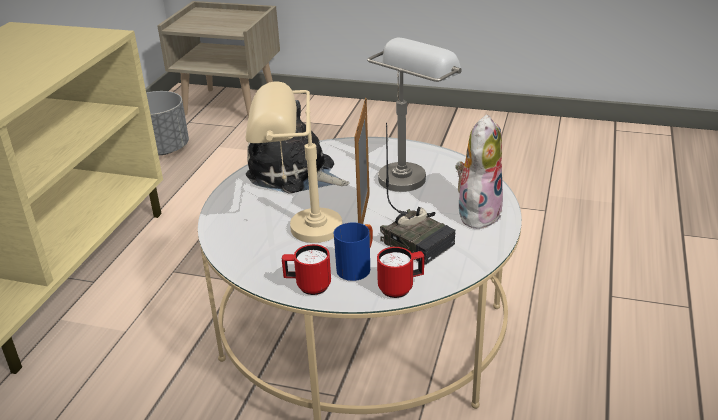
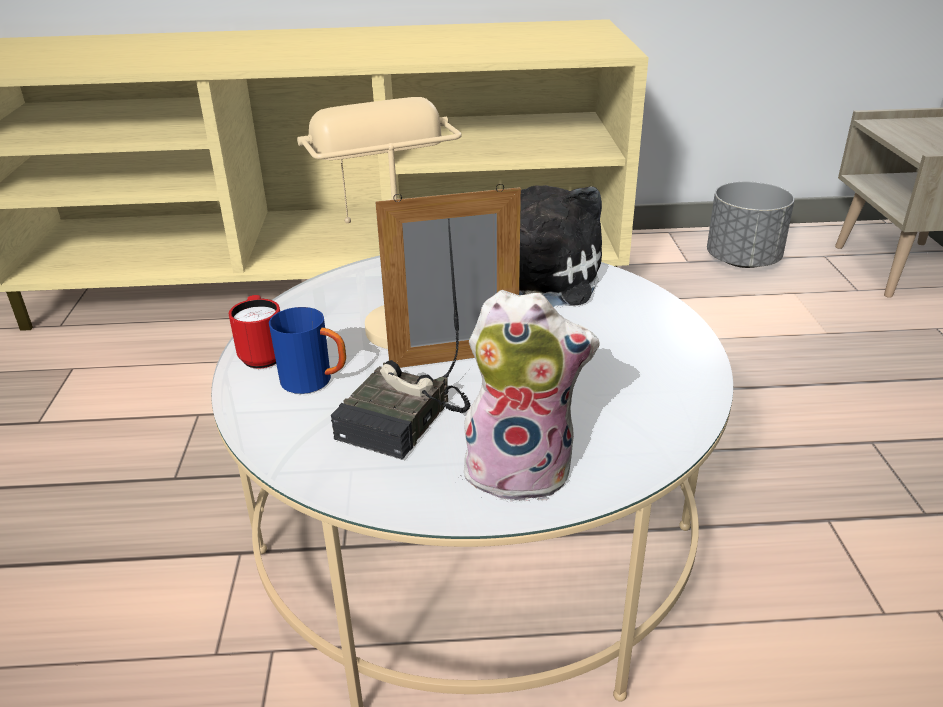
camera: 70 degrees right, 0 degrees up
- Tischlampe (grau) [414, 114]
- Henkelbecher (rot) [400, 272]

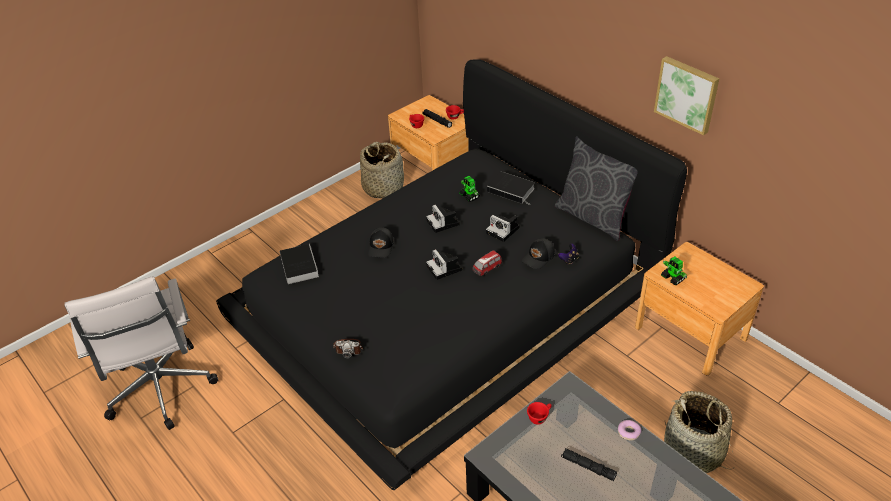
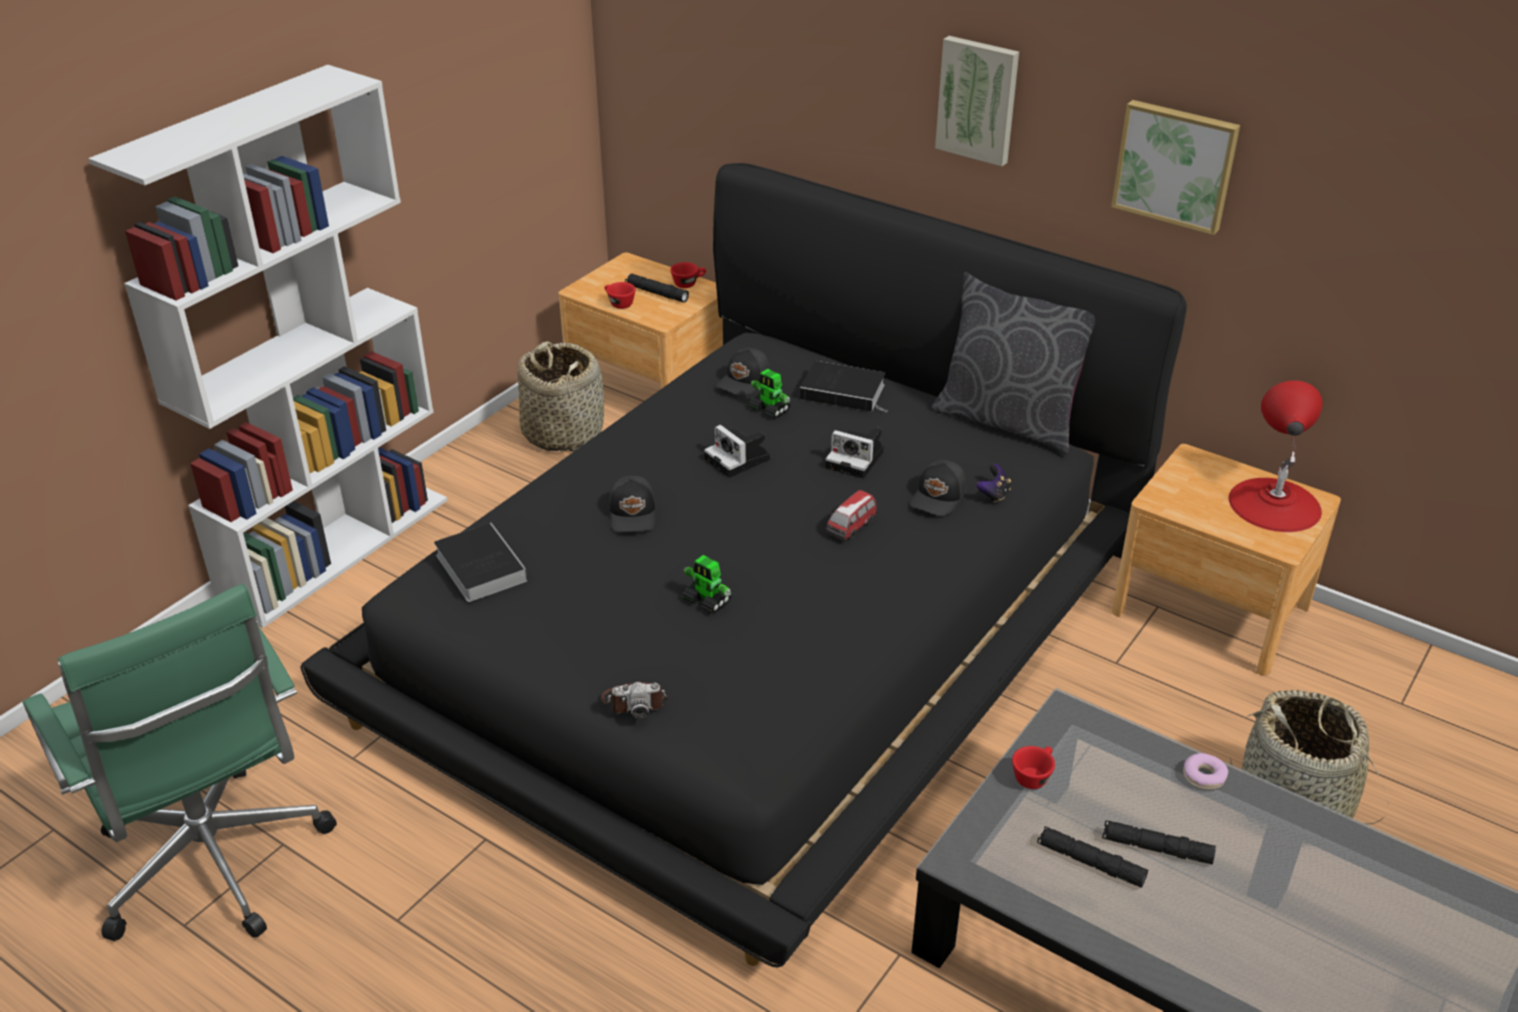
camera: 15 degrees left, 5 degrees down
~ Bürostuhl (weiß) [141, 353] to Bürostuhl (grün) [180, 762]
- Kamera [444, 264]
~ Spielzeugroboter [674, 270] to [707, 584]
+ Bücherregal (weiß) [267, 346]
+ Kappe (schwarz) [743, 372]
+ Bild [977, 101]
+ Taschenlampe (schwarz) [1092, 857]
+ Tischlampe (rot) [1275, 456]

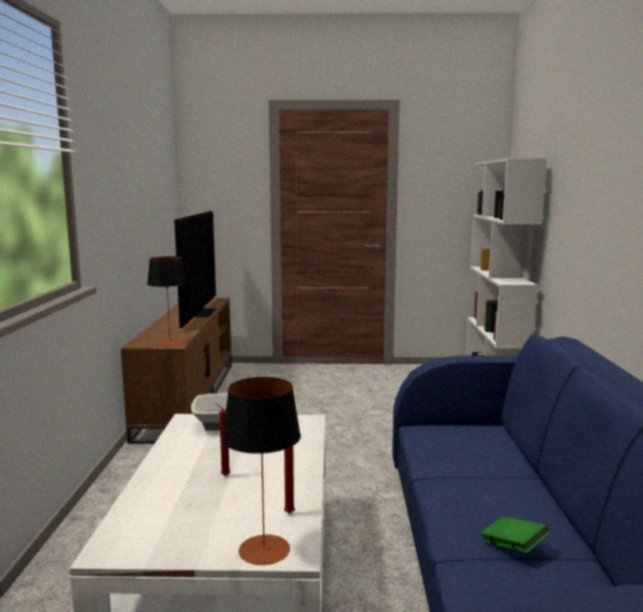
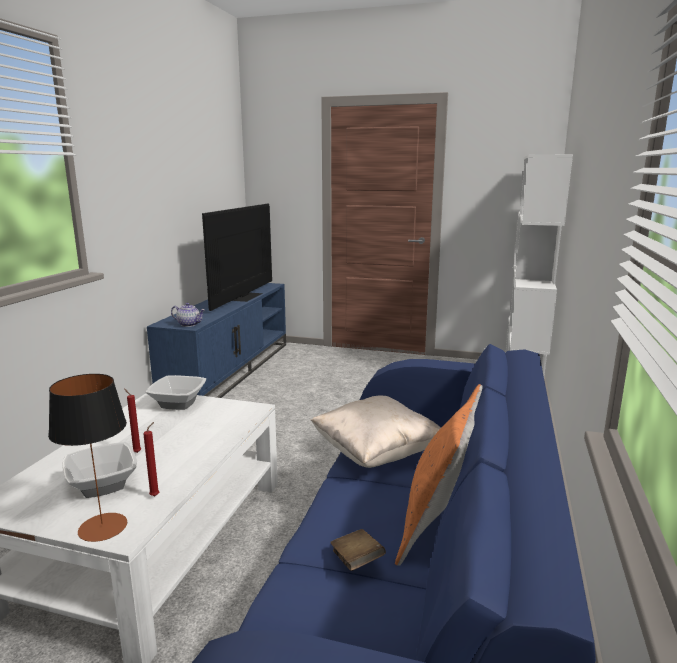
camera: 15 degrees right, 5 degrees up
~ Fernsehschrank (braun) [176, 371] to Fernsehschrank (blau) [216, 340]
~ Tischlampe [167, 301] to Teekanne [188, 315]
~ Buch (grün) [515, 535] to Buch (braun) [358, 550]
+ Schüssel [99, 470]
+ Kissen (beige) [376, 431]
+ Kissen (orange) [438, 475]

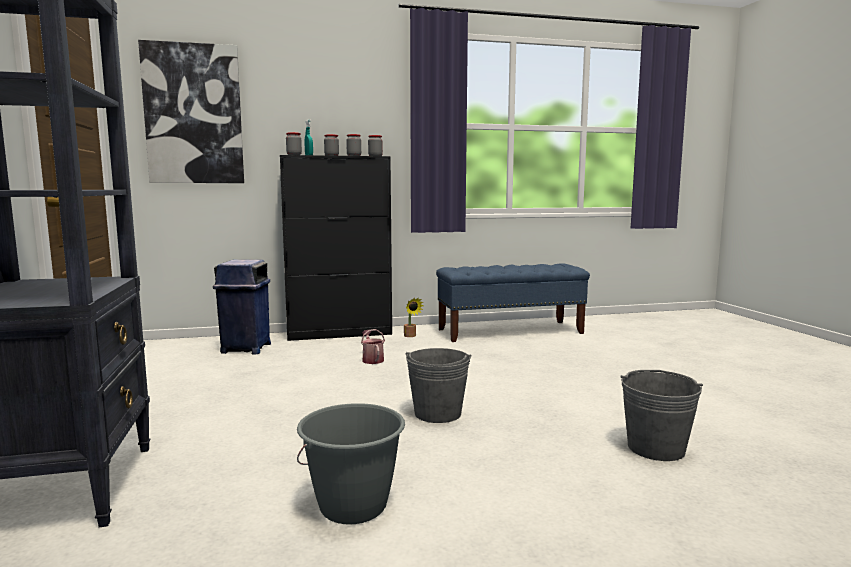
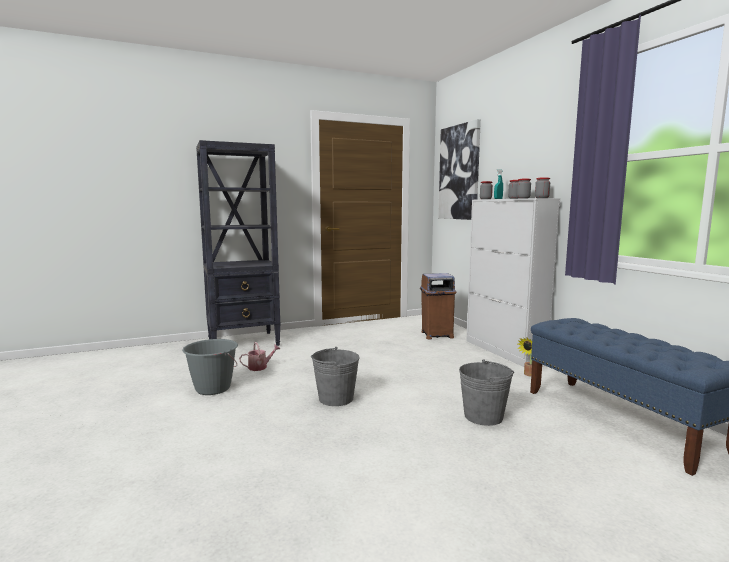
camera: 80 degrees right, 0 degrees up
~ Mülleimer (blau) [242, 307] to Mülleimer (braun) [438, 306]
~ Schrank (schwarz) [336, 248] to Schrank (weiß) [513, 282]
~ Gießkanne [373, 346] to [259, 356]
~ Eimer (grau) [661, 415] to [486, 392]

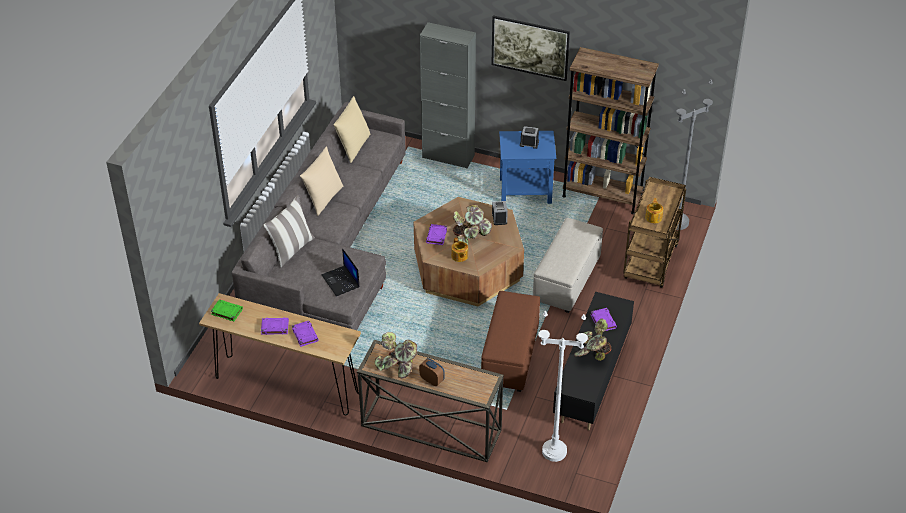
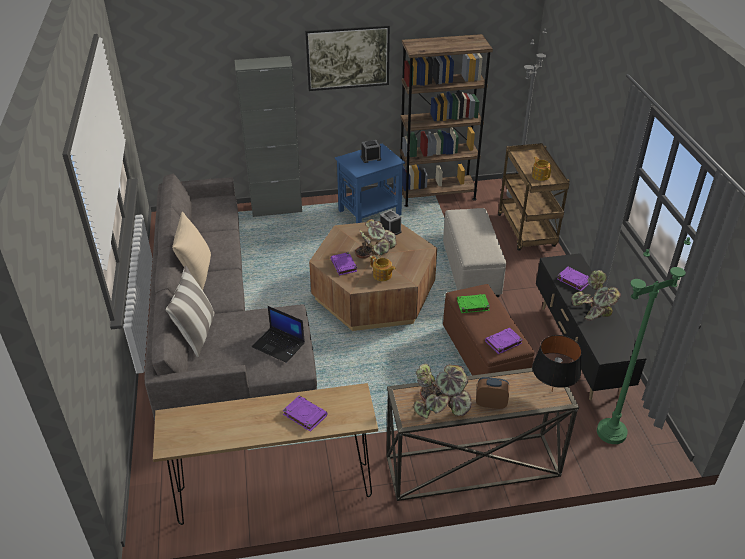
camera: 30 degrees left, 5 degrees down
~ Buch (grün) [227, 310] to [473, 303]
~ Buch (lila) [275, 326] to [504, 341]
- Kissen (beige) [351, 129]
~ Stehlampe (weiß) [563, 386] to Stehlampe (grün) [644, 340]
+ Tischlampe (schwarz) [557, 363]

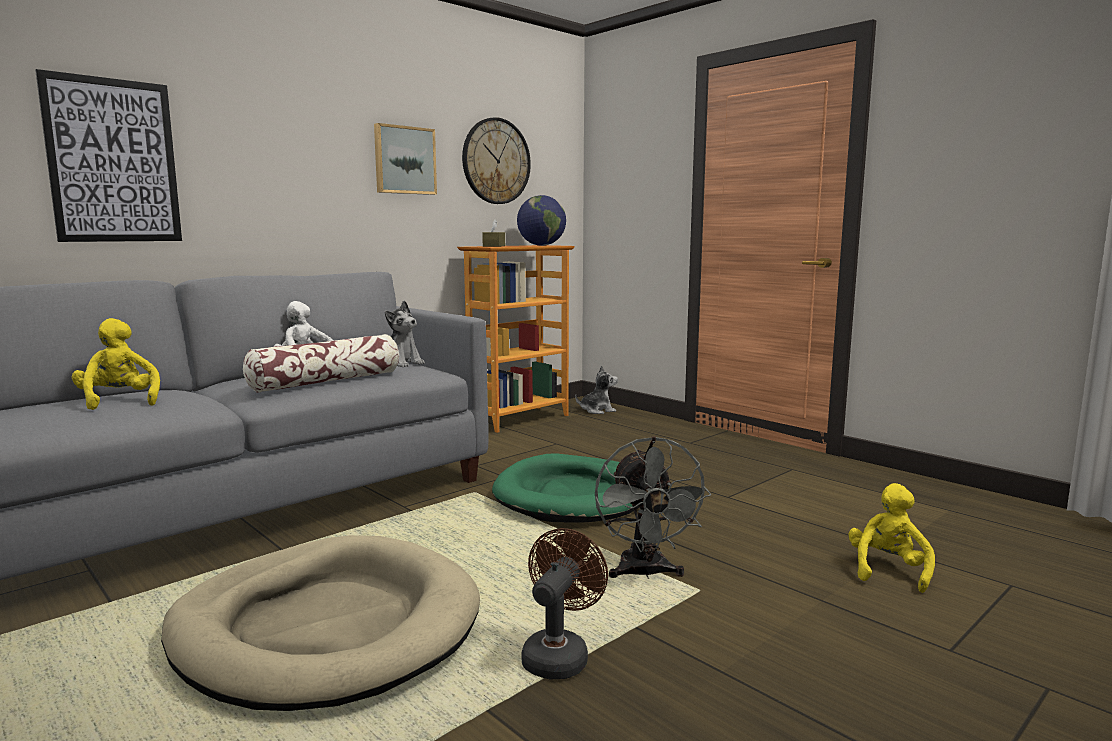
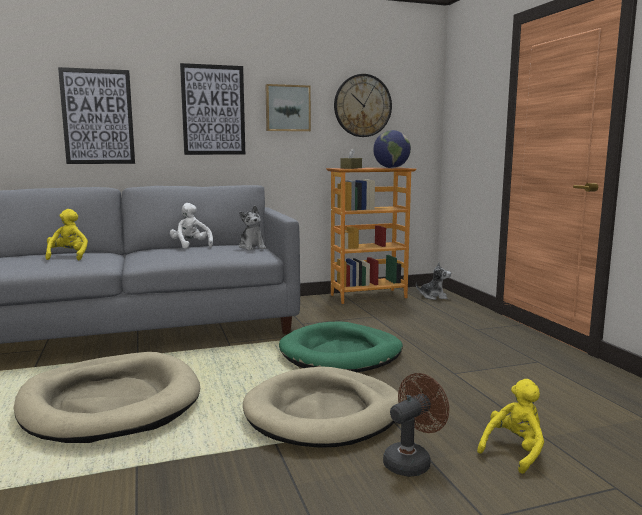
camera: 25 degrees right, 0 degrees up
- Kissen [321, 363]
~ Ventilator (braun) [565, 603] to [416, 425]
~ Ventilator (grau) [653, 507] to Hundebett (beige) [322, 407]
+ Bild [212, 109]

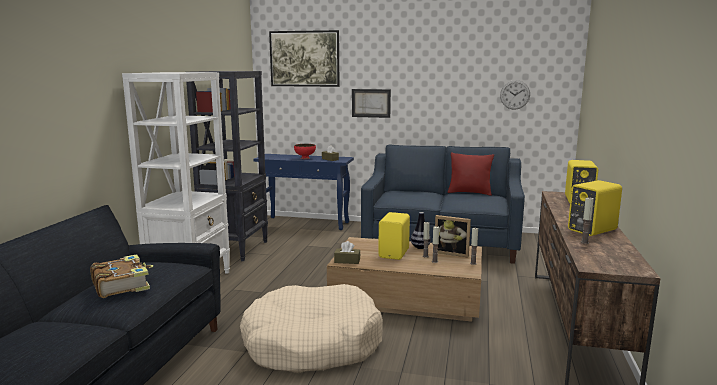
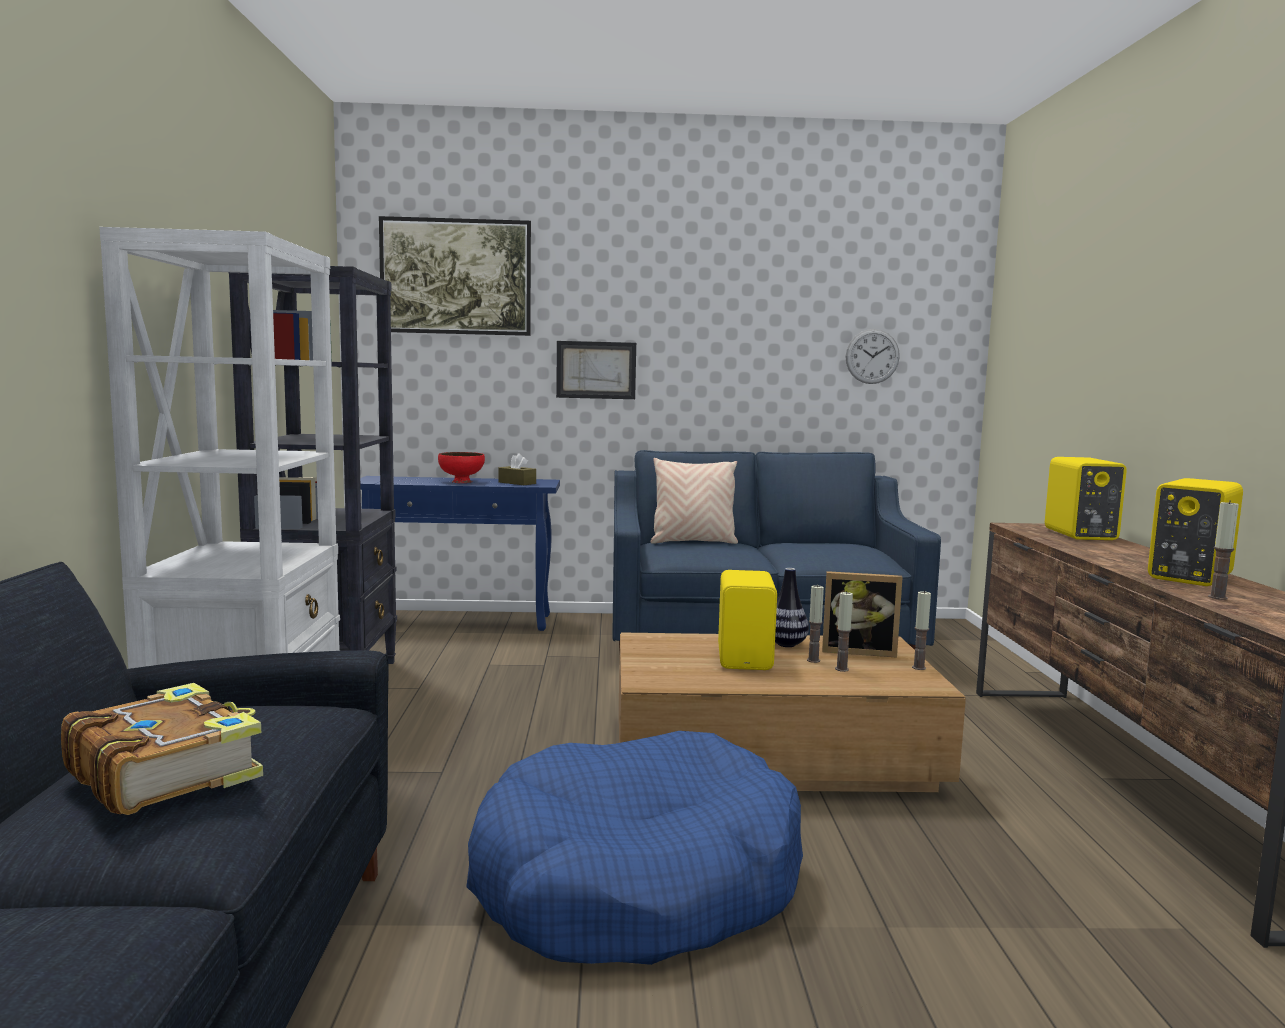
camera: 15 degrees left, 5 degrees down
~ Hundebett (beige) [311, 328] to Hundebett (blau) [634, 848]
- Taschentuchbox (braun) [347, 252]
- Kissen (rot) [471, 174]
+ Kissen (beige) [694, 501]

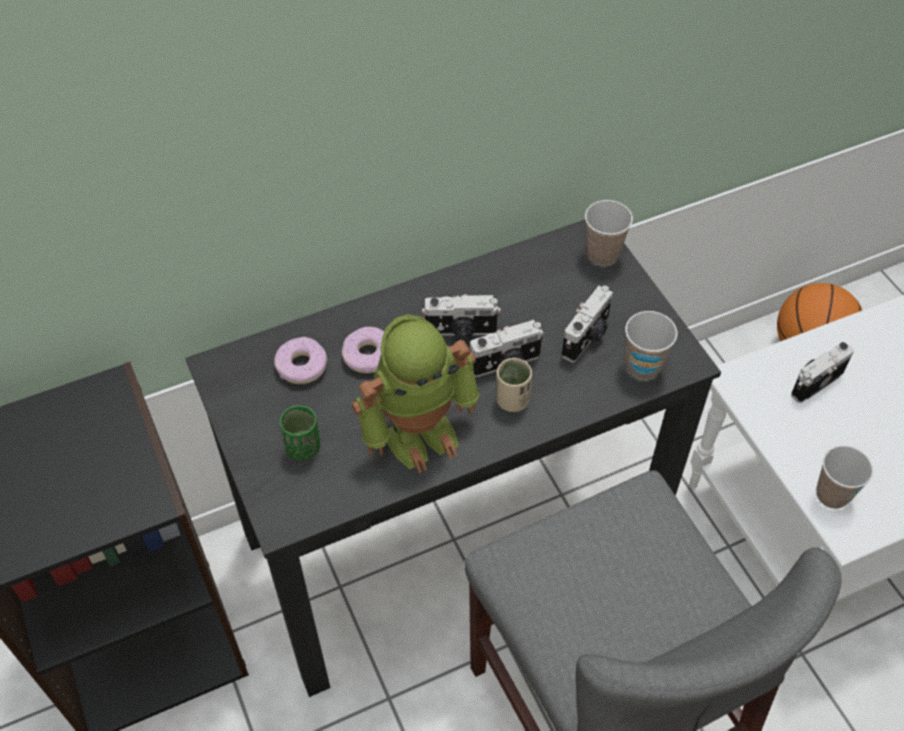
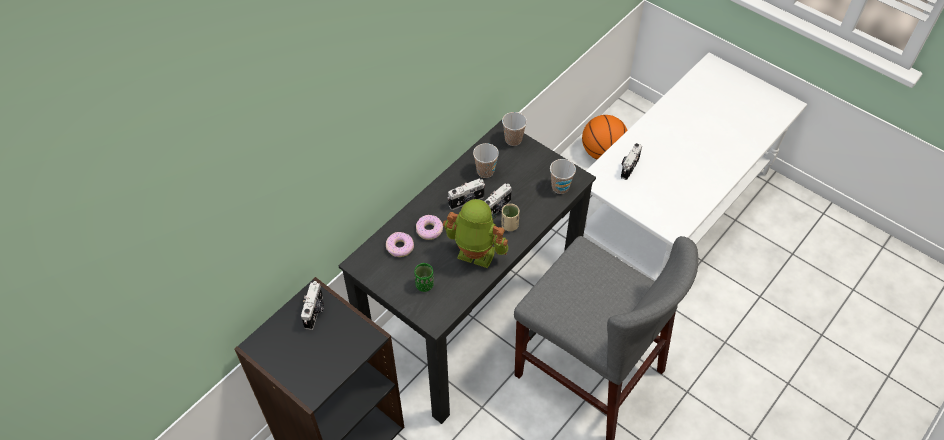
camera: 25 degrees left, 0 degrees up
~ Spielzeugroboter [416, 393] = [475, 233] 105 degrees counterclockwise
~ Kamera [587, 324] to [312, 305]
~ Tasse [844, 477] to [486, 160]

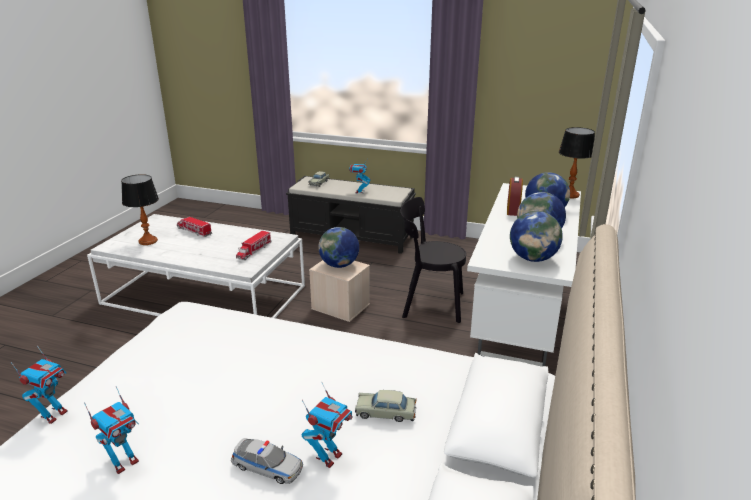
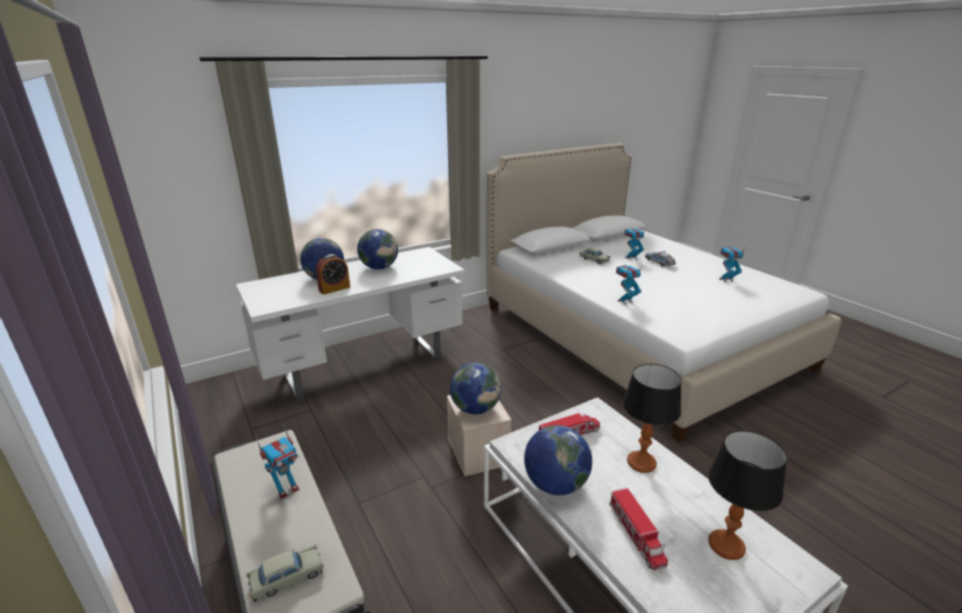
camera: 140 degrees left, 0 degrees up
~ Spielzeugroboter [39, 385] to [630, 284]
- Stuhl (schwarz) [433, 260]
~ Globus [536, 236] to [558, 460]
~ Tischlampe [577, 162] to [652, 418]

